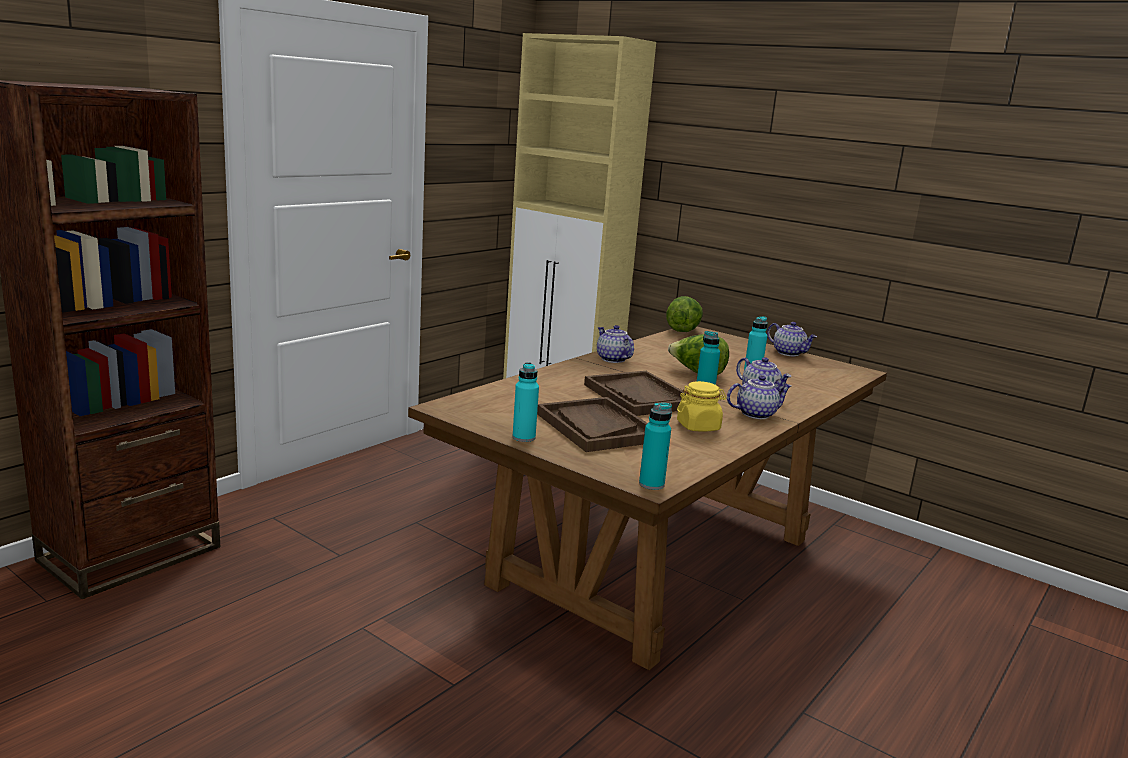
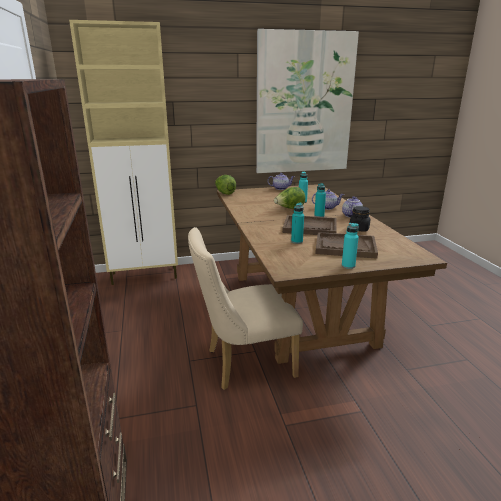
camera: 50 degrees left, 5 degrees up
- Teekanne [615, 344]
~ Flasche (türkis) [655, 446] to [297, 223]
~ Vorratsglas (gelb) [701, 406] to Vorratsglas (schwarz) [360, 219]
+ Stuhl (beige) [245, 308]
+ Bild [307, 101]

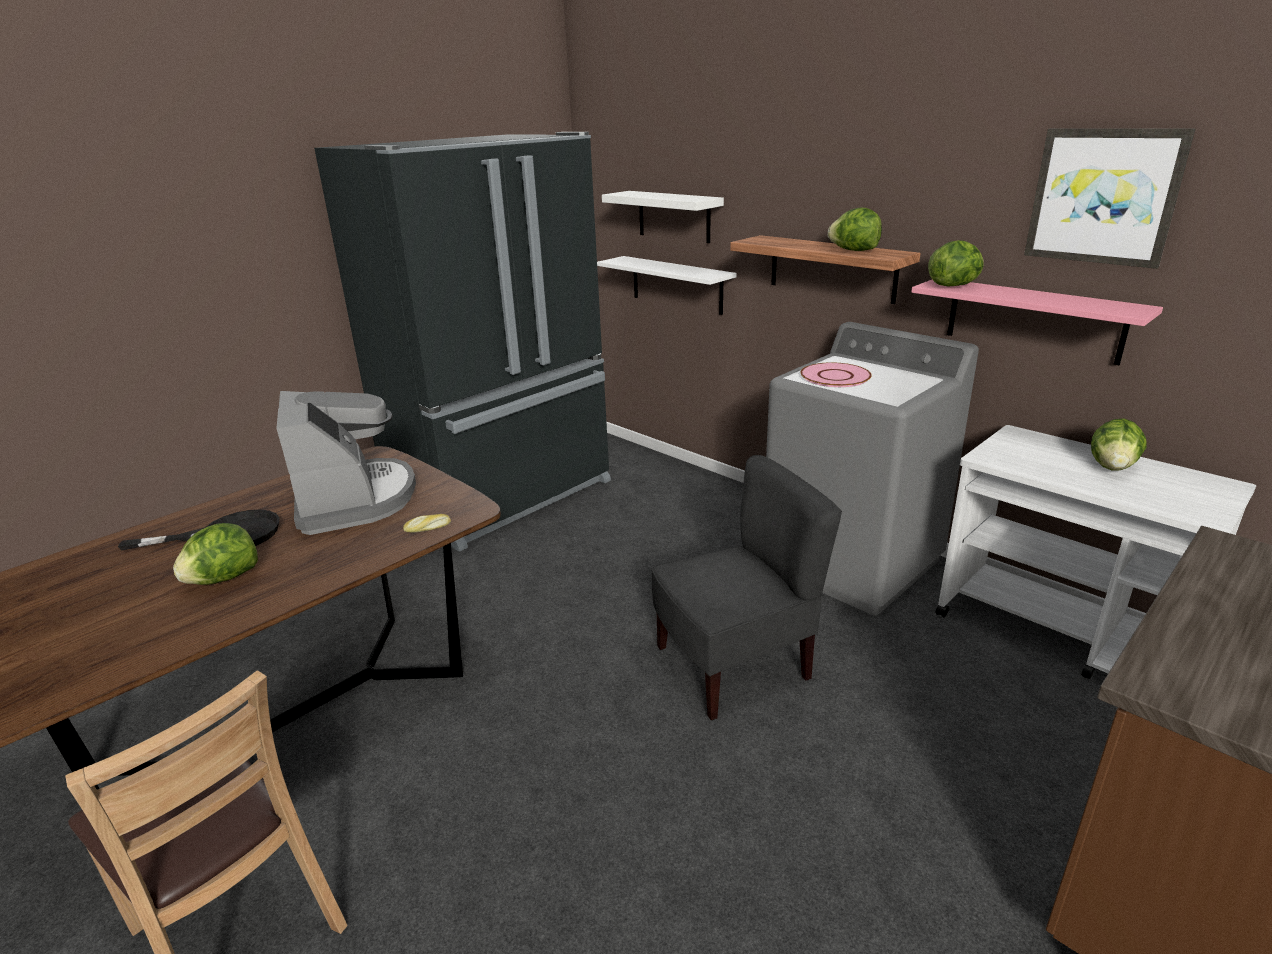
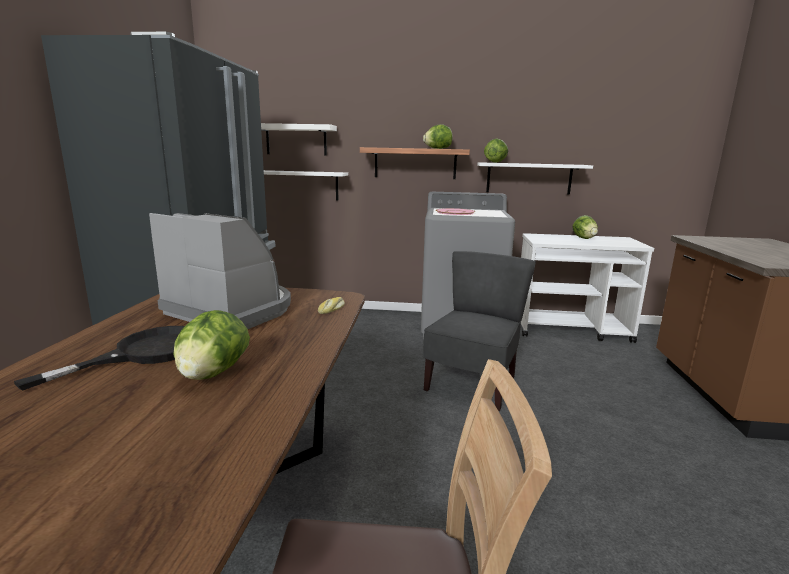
camera: 40 degrees left, 10 degrees down
~ Wandregal (rosa) [1037, 322] to Wandregal (weiß) [535, 178]
- Bild [1109, 198]

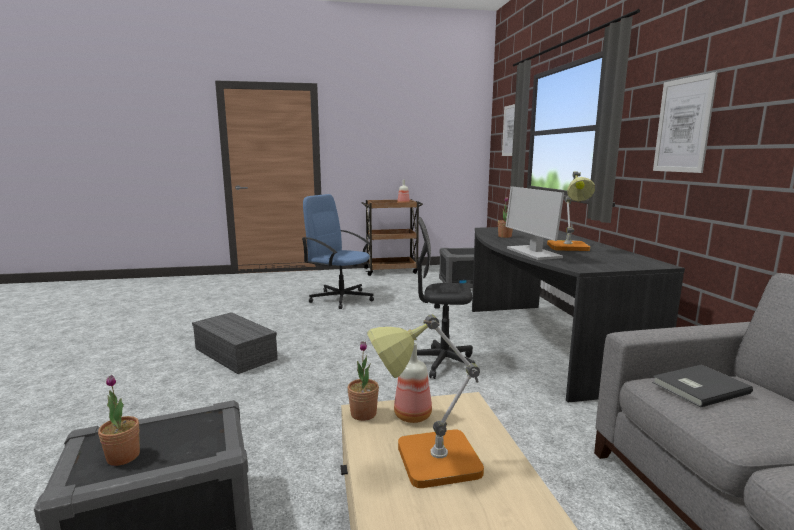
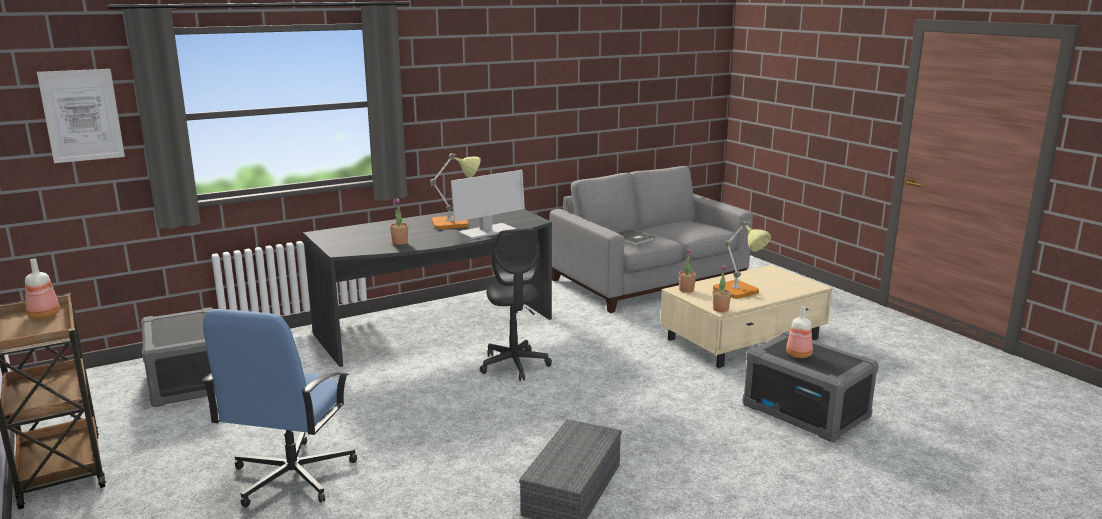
camera: 110 degrees left, 5 degrees up
~ Topfpflanze [119, 420] to [687, 270]
~ Flasche [413, 382] to [799, 332]
- Bild [685, 122]

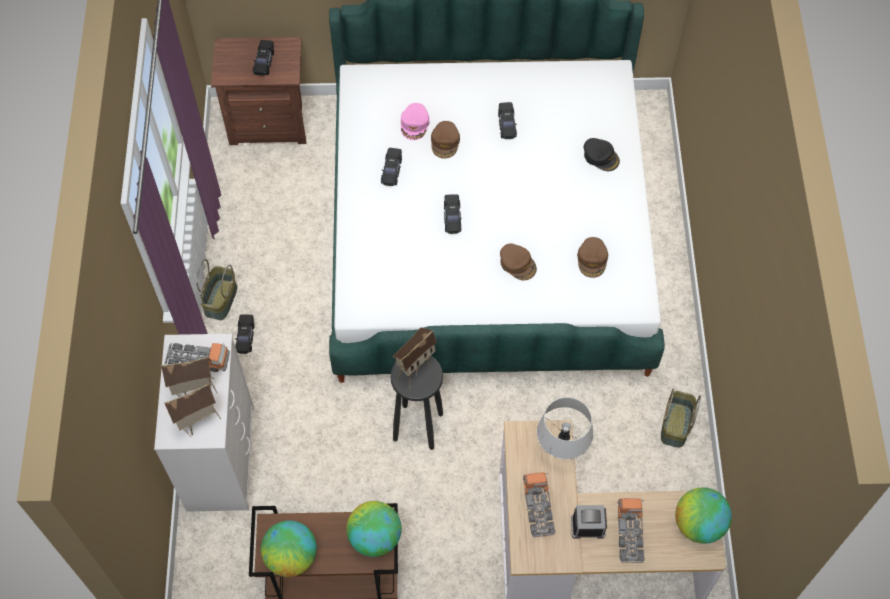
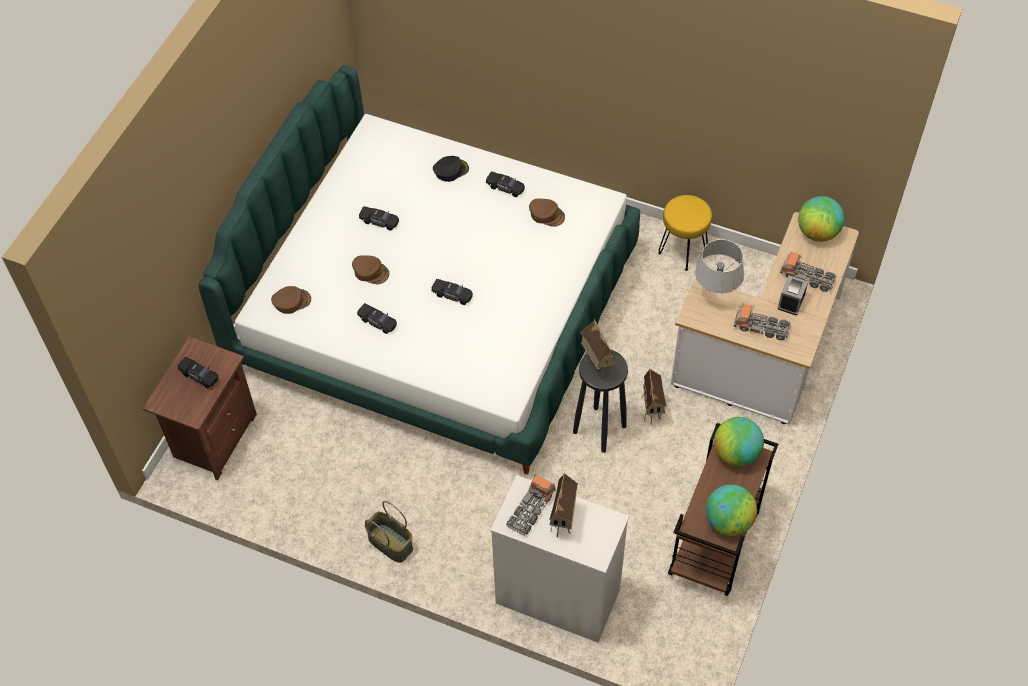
camera: 65 degrees left, 5 degrees down
~ Spielzeughaus [192, 410] to [654, 396]
~ Spielzeugauto (schwarz) [245, 334] to [505, 184]
- Kappe (rosa) [415, 121]
~ Kappe (braun) [518, 262] to [291, 300]
~ Korb [681, 418] to Hocker (gelb) [685, 233]

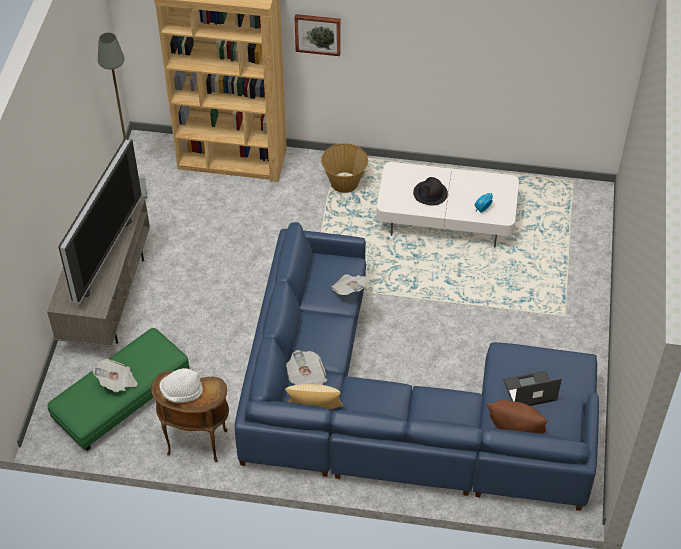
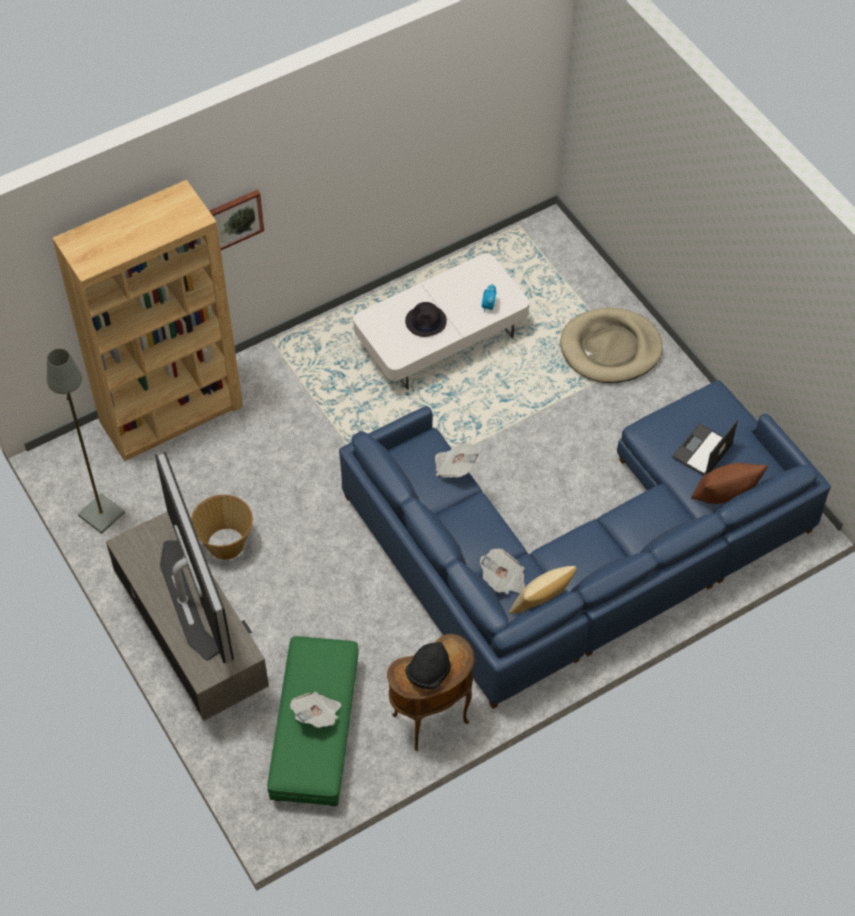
camera: 40 degrees left, 5 degrees up
~ Hut (weiß) [181, 385] to Hut (schwarz) [428, 665]
~ Korb [344, 168] to [222, 527]
+ Hundebett (beige) [611, 345]

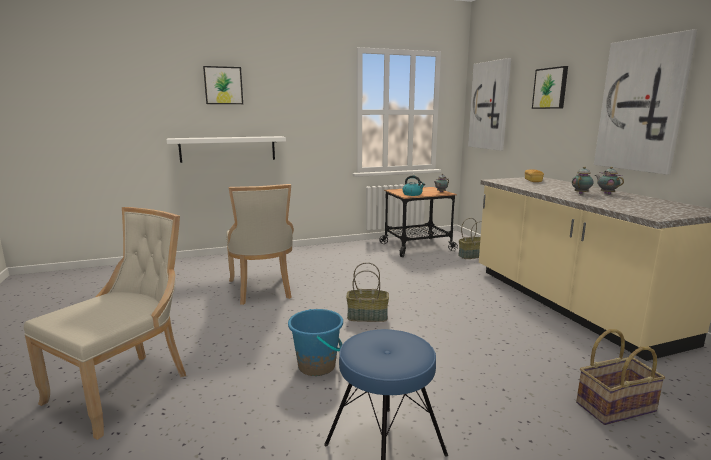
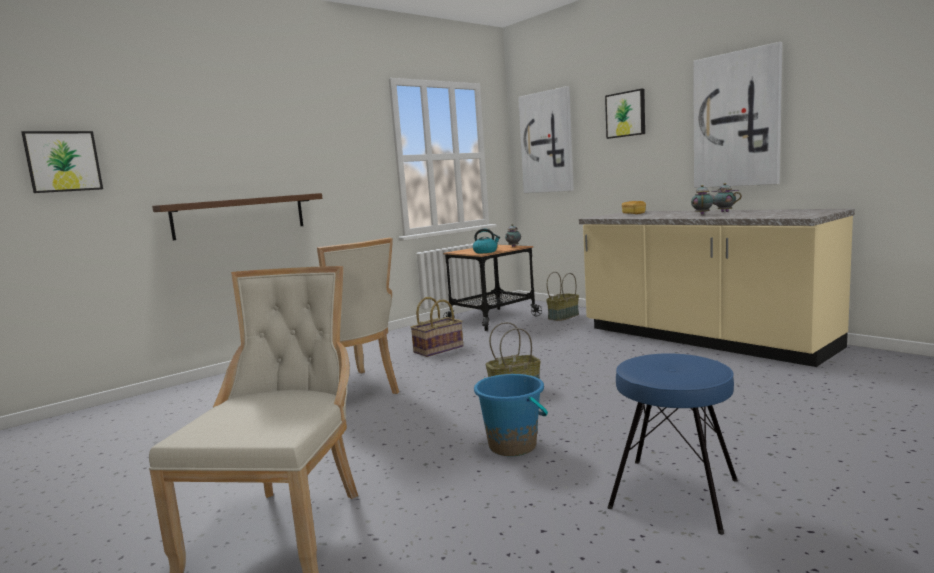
camera: 20 degrees left, 5 degrees down
~ Wandregal (weiß) [226, 149] to Wandregal (braun) [237, 216]
~ Bild [223, 85] to [62, 162]
~ Korb [620, 377] to [436, 327]

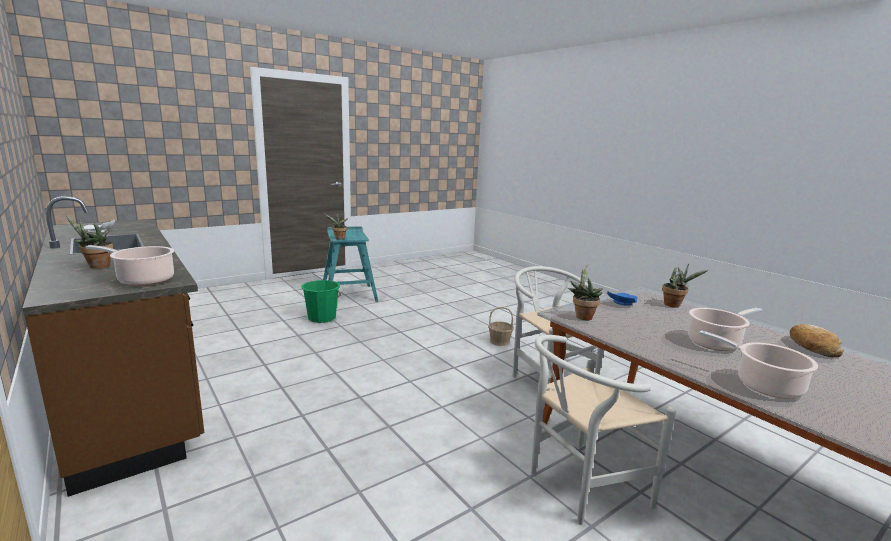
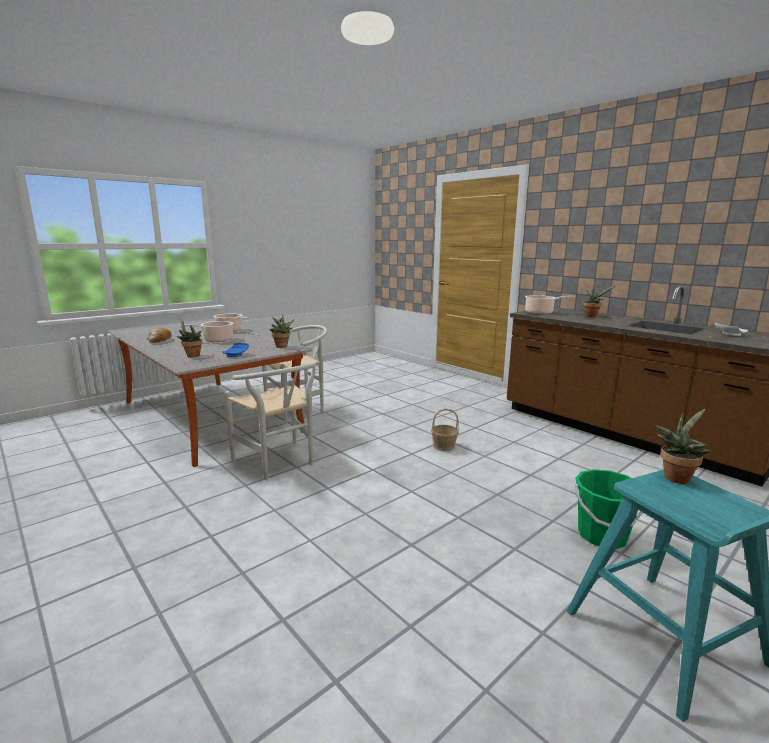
camera: 175 degrees right, 0 degrees up
~ Korb [501, 326] to [445, 430]

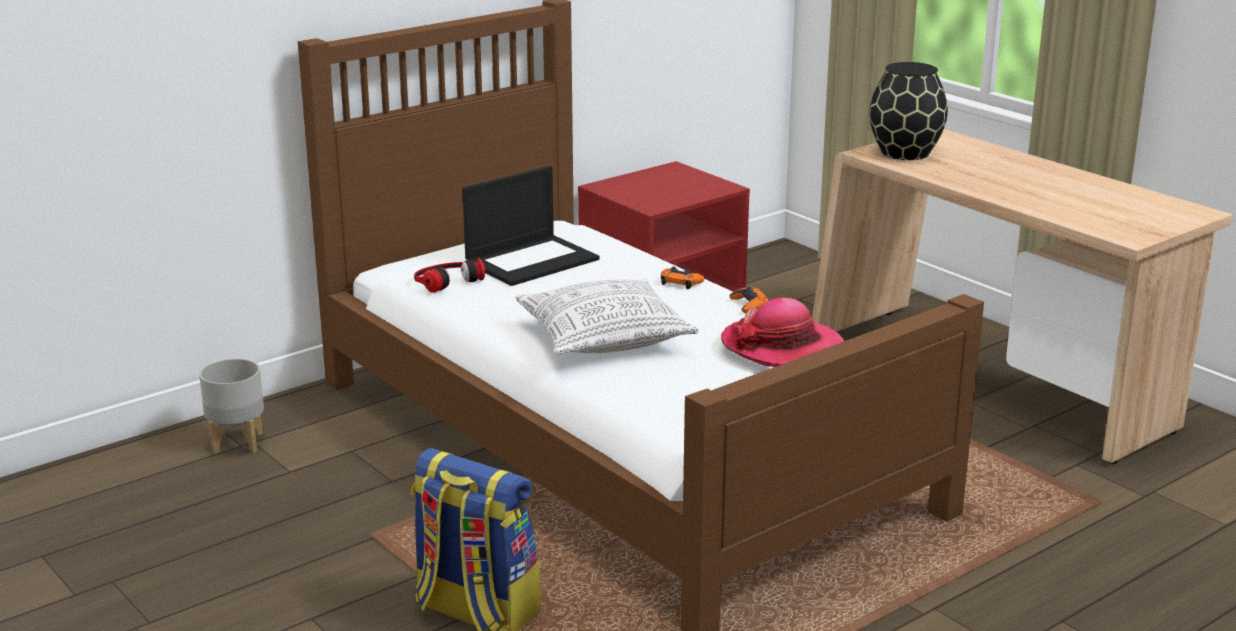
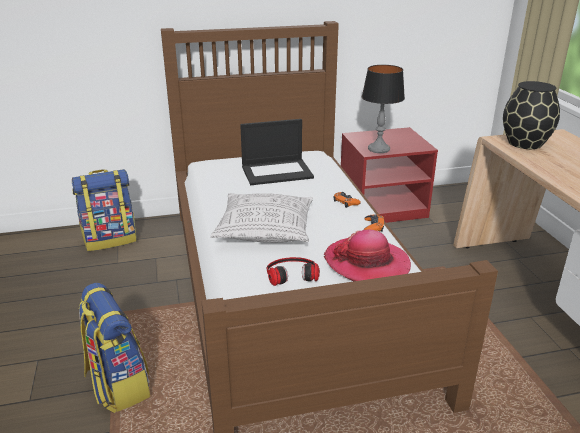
camera: 25 degrees right, 5 degrees up
~ Pflanzkübel (grau) [231, 406] to Rucksack [104, 210]
~ Kopfhörer [449, 275] to [293, 271]
+ Tischlampe [383, 109]

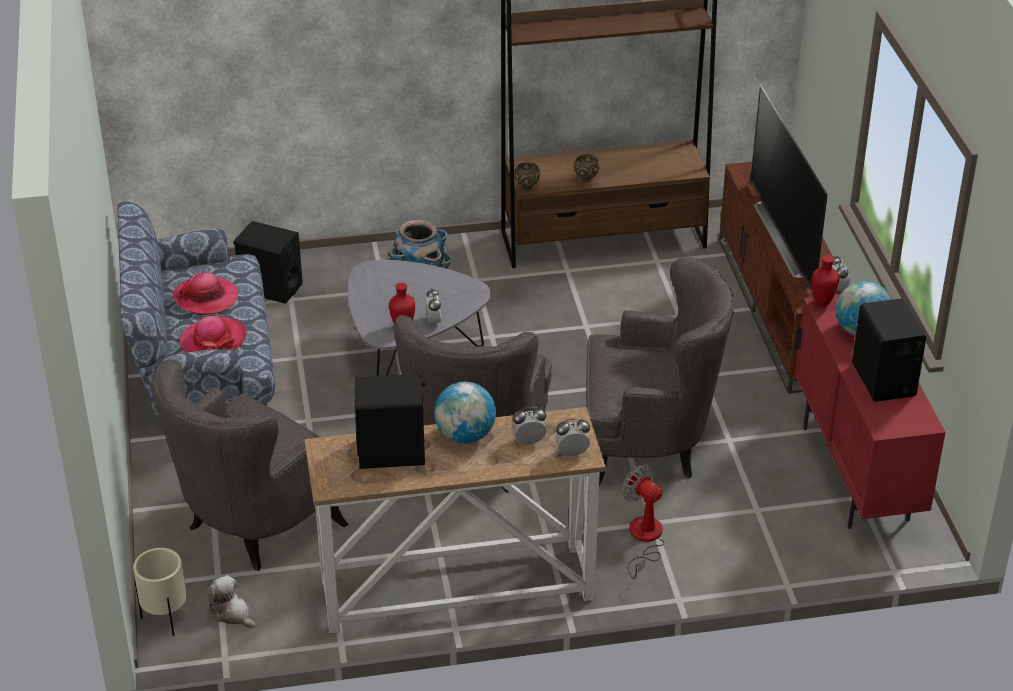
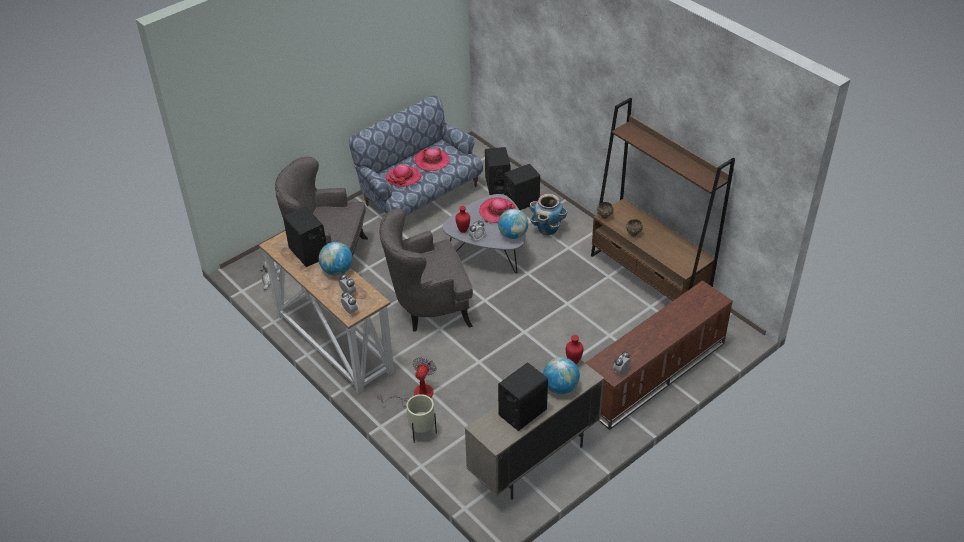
camera: 60 degrees right, 5 degrees up
~ Pflanzkübel (beige) [159, 592] to [421, 418]
- Sessel (grau) [660, 371]
- Fernseher [789, 187]
~ Schrank (rot) [870, 411] to Schrank (beige) [534, 428]
+ Hut [497, 210]
+ Globus [513, 224]
+ Lautsprecher (schwarz) [522, 187]

